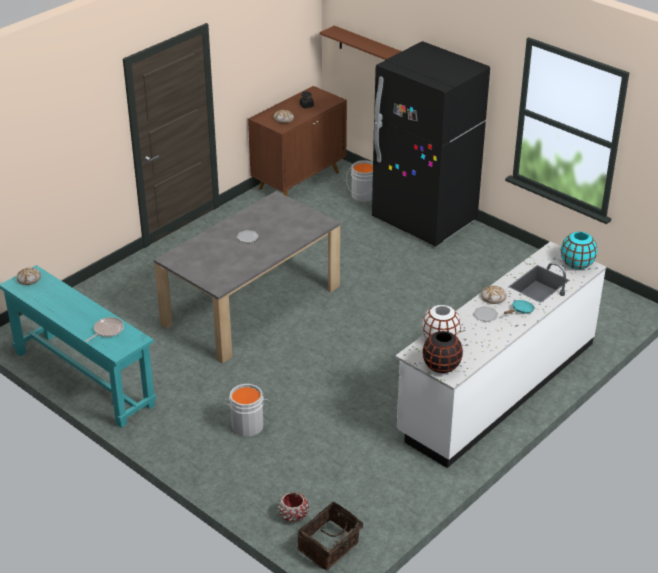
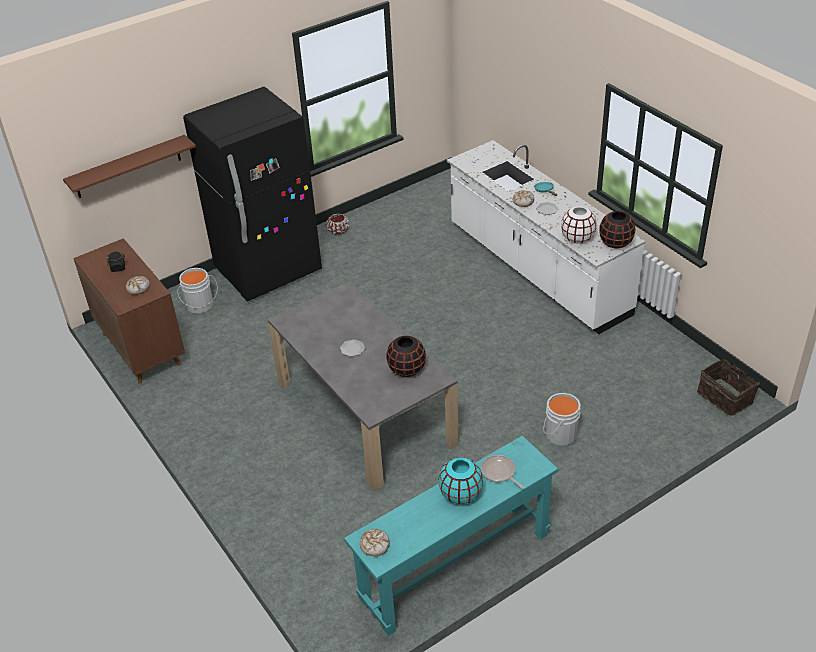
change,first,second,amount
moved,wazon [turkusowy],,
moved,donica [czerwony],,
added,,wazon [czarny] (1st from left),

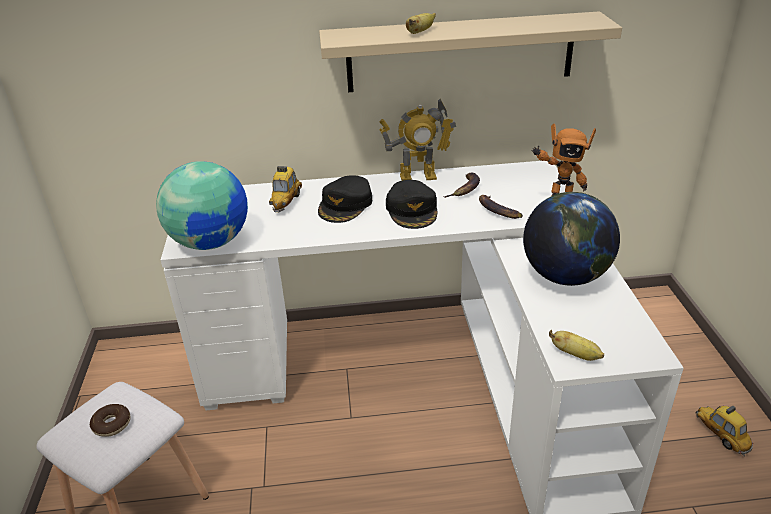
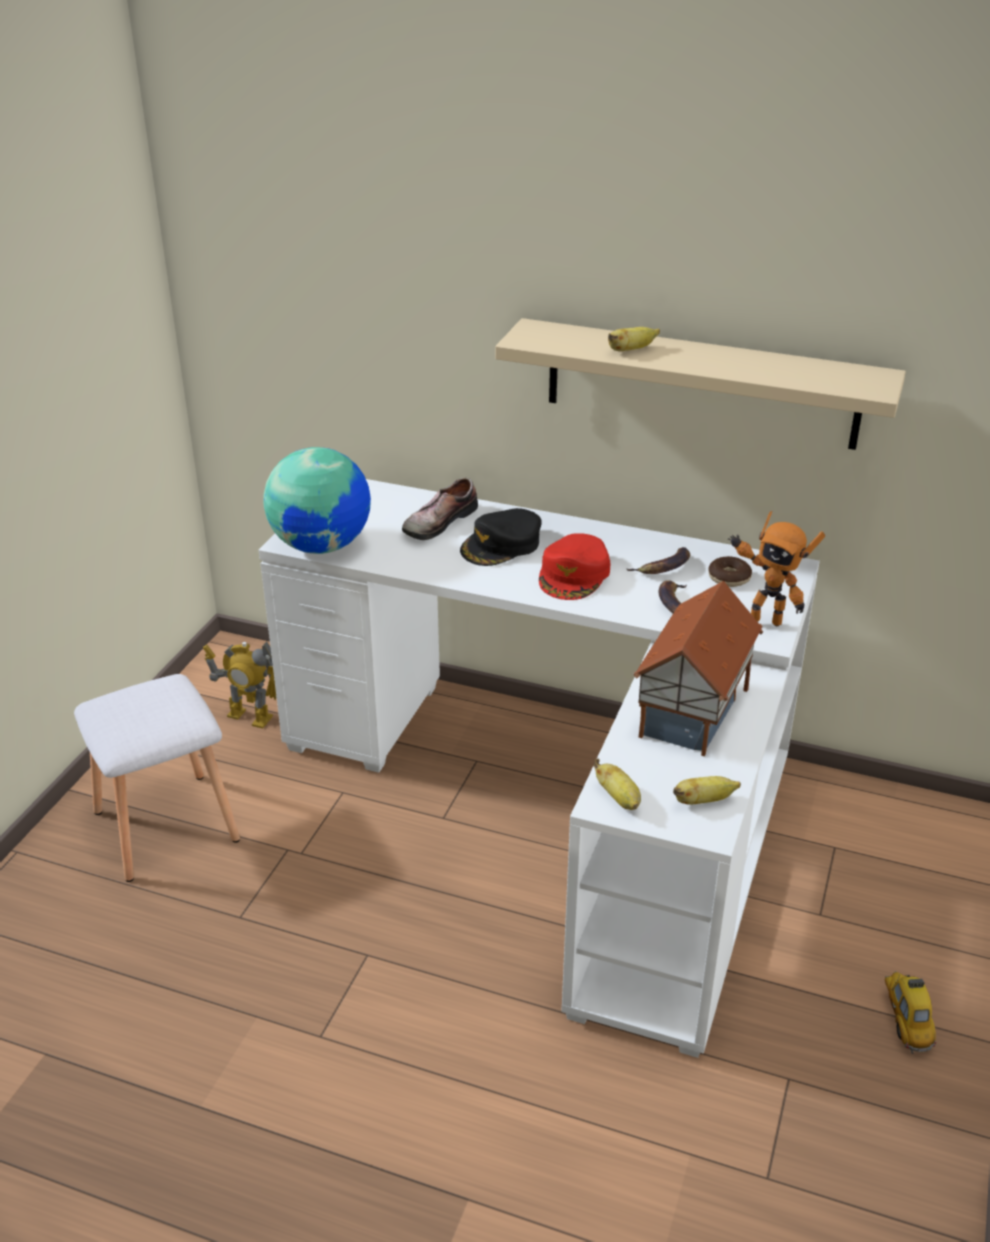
change,first,second,amount
moved,robot zabawkowy (1st from left),,
replaced,samochodzik (1st from left),but,
recoloured,czapka z daszkiem [czarny] (2nd from left),czapka z daszkiem [czerwony],
replaced,globus (2nd from left),domek,
moved,donut,,
added,,banan (5th from left),

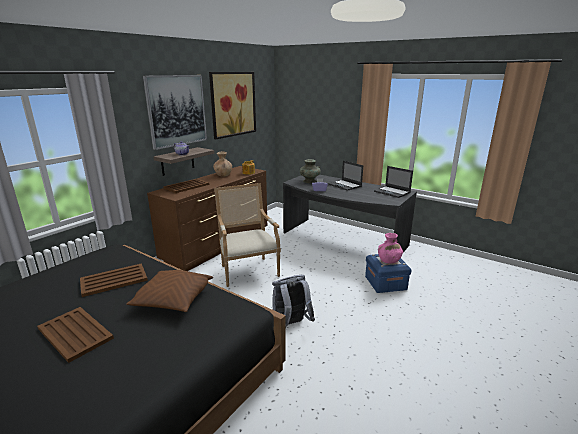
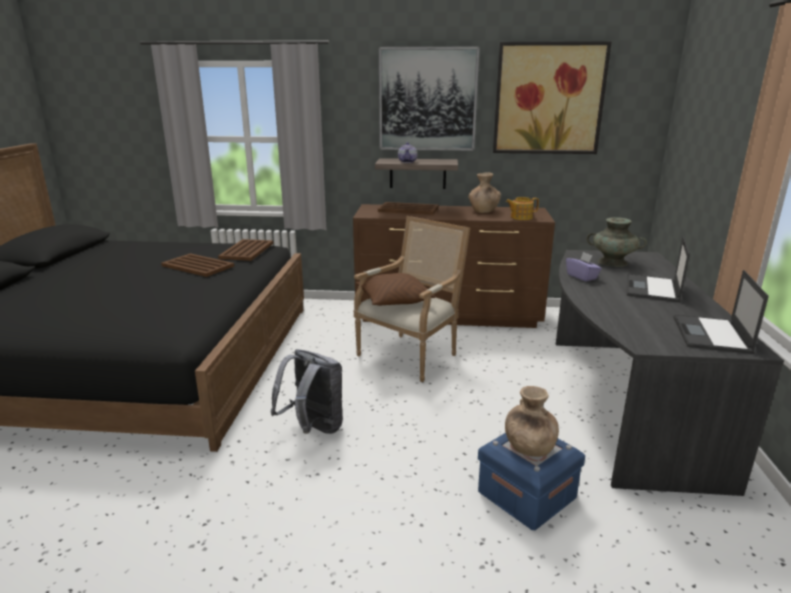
change,first,second,amount
recoloured,wazon [różowy],wazon [brązowy] (2nd from left),
moved,poduszka [brązowy],,
moved,taca [brązowy] (1st from left in the first image),taca [brązowy] (2nd from left),

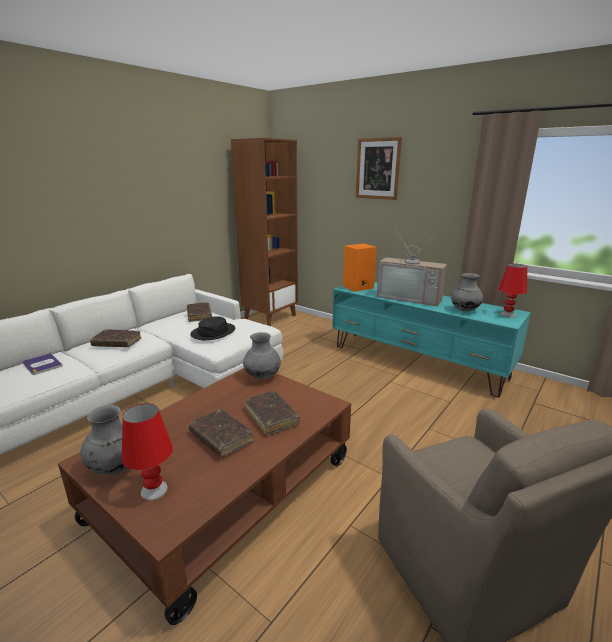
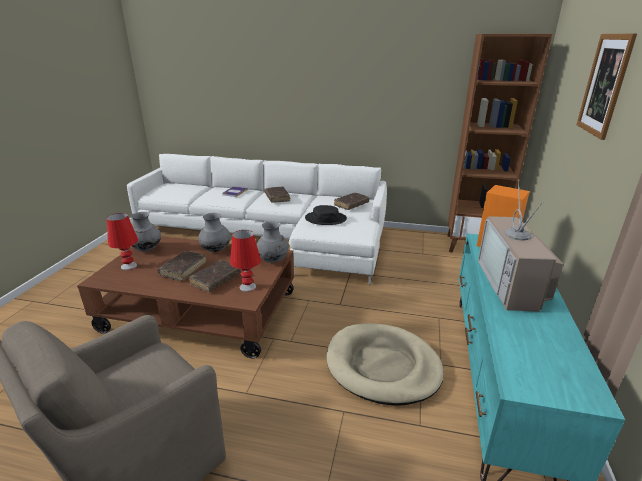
change,first,second,amount
moved,lampa stołowa [czerwony] (2nd from left),,
moved,wazon [szary] (3rd from left in the first image),wazon [szary] (2nd from left),
added,,legowisko [beżowy],

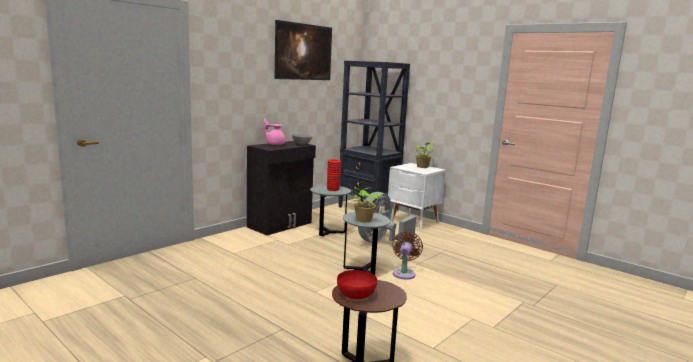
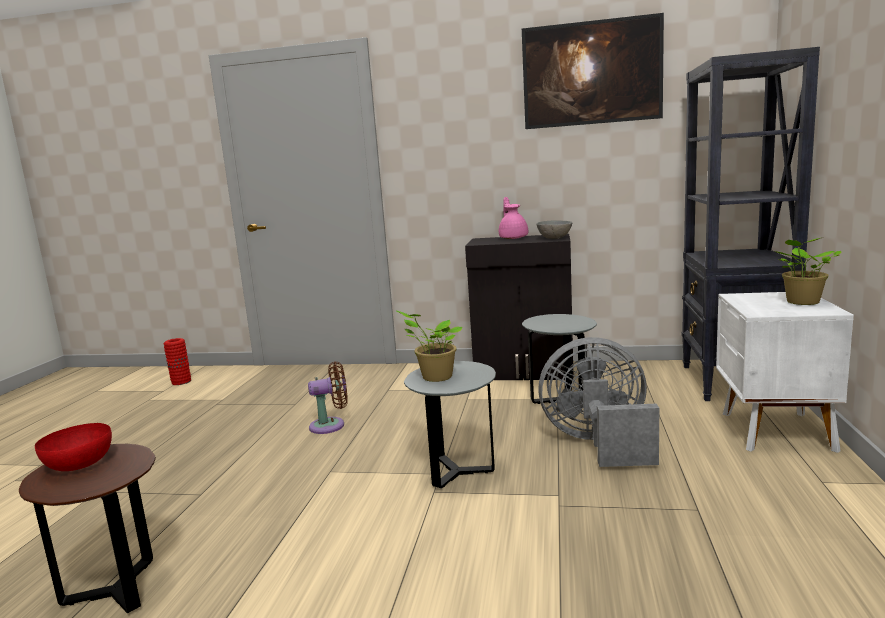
change,first,second,amount
moved,wazon [czerwony],,
moved,wentylator [brązowy],,

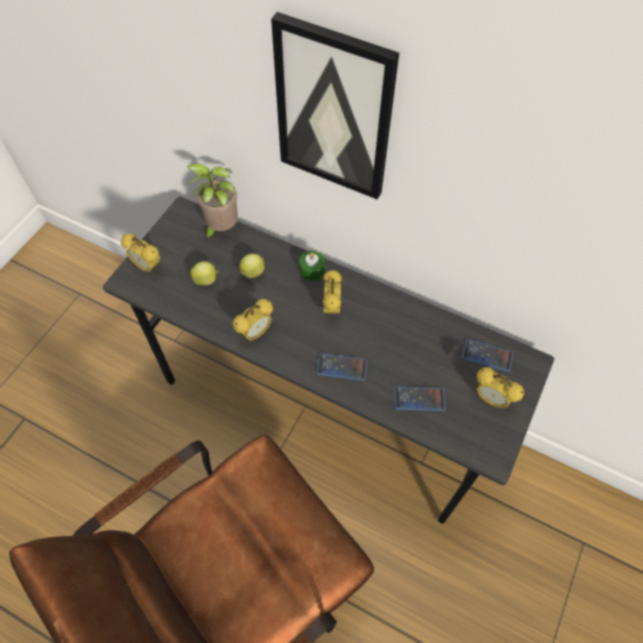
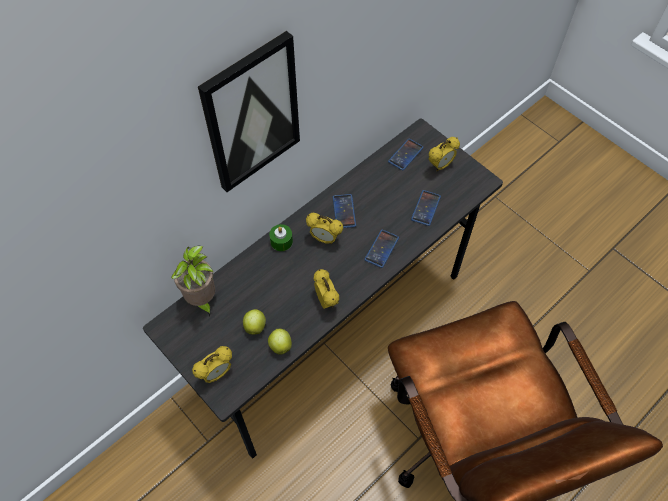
change,first,second,amount
moved,jabłko (2nd from left),,
added,,telefon (1st from left),

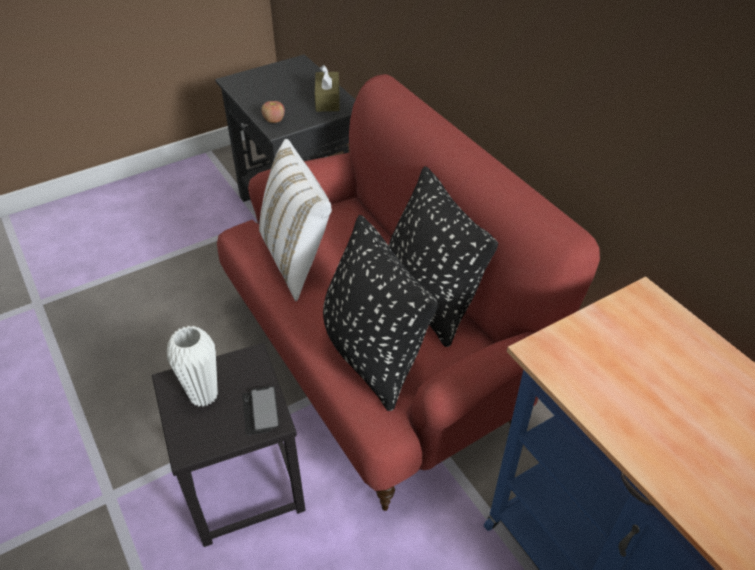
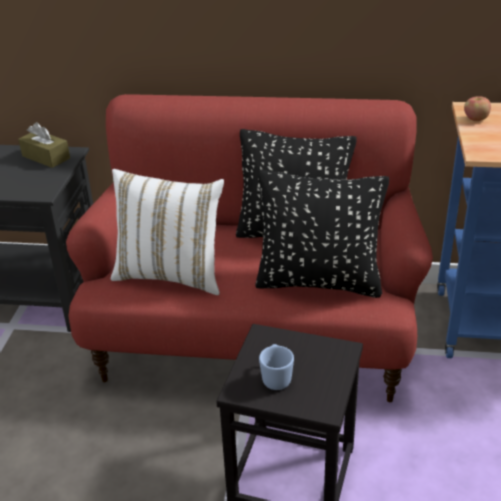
change,first,second,amount
moved,jabłko,,
replaced,wazon [biały],kubek [niebieski],
removed,telefon,,

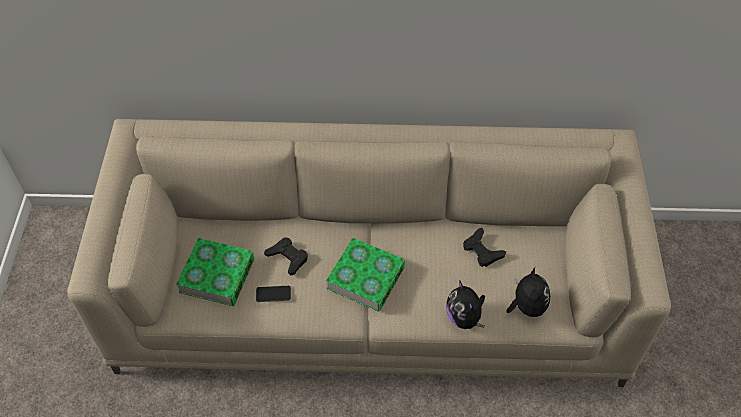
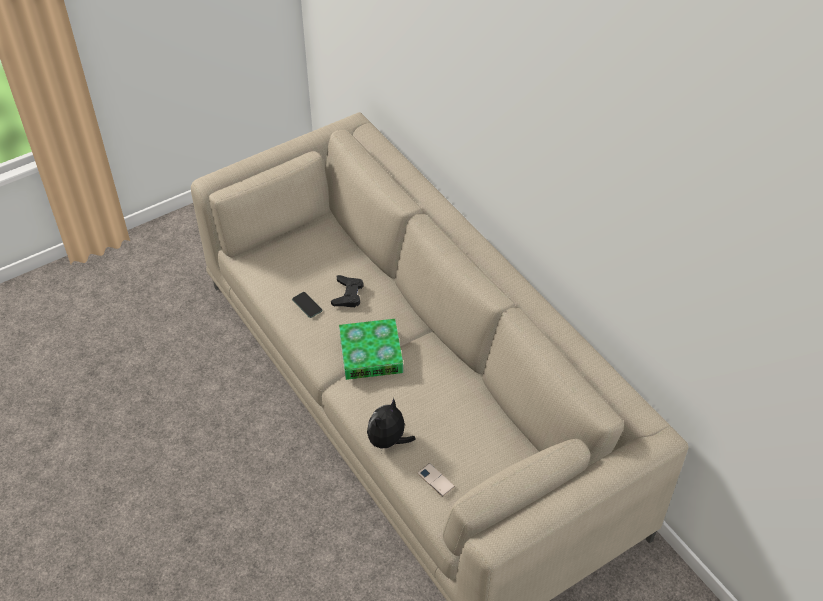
change,first,second,amount
removed,pad do gier [czarny] (2nd from left),,
removed,książka (1st from left),,
replaced,pluszak (2nd from left),telefon (2nd from left),

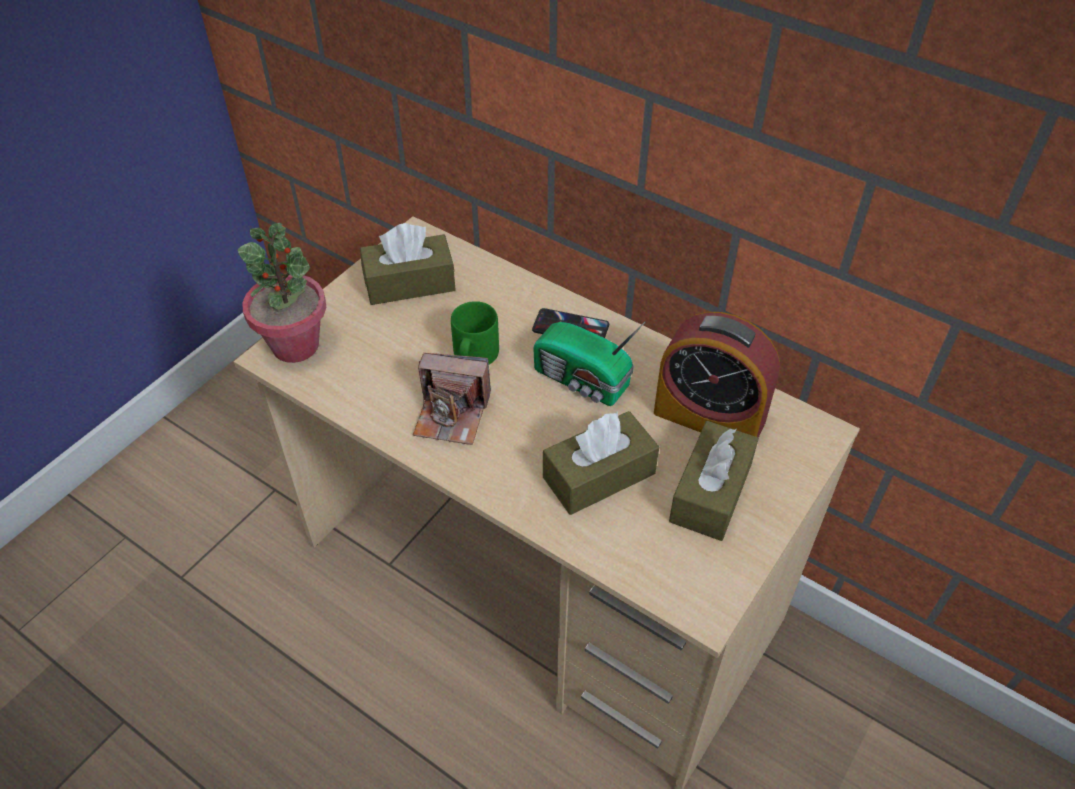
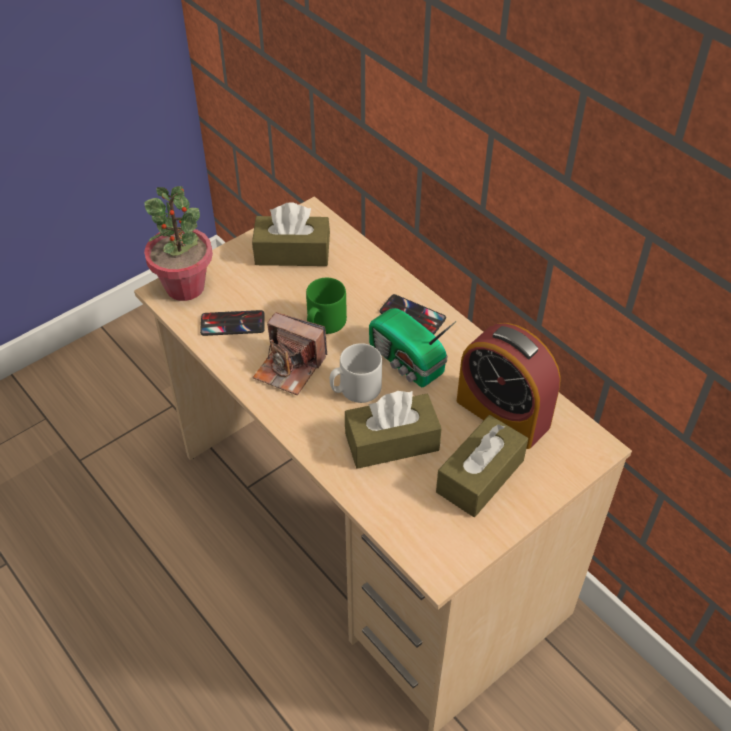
change,first,second,amount
added,,telefon (1st from left),
added,,kubek [szary],

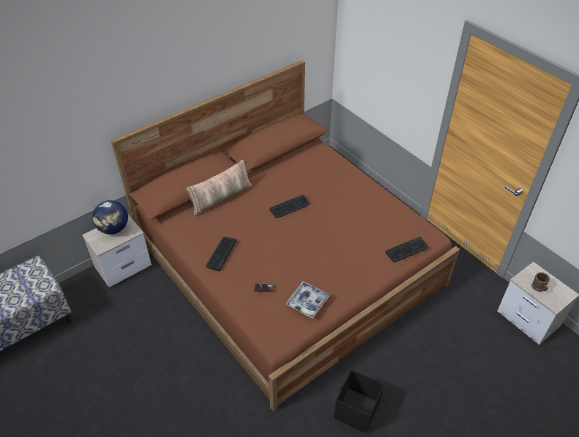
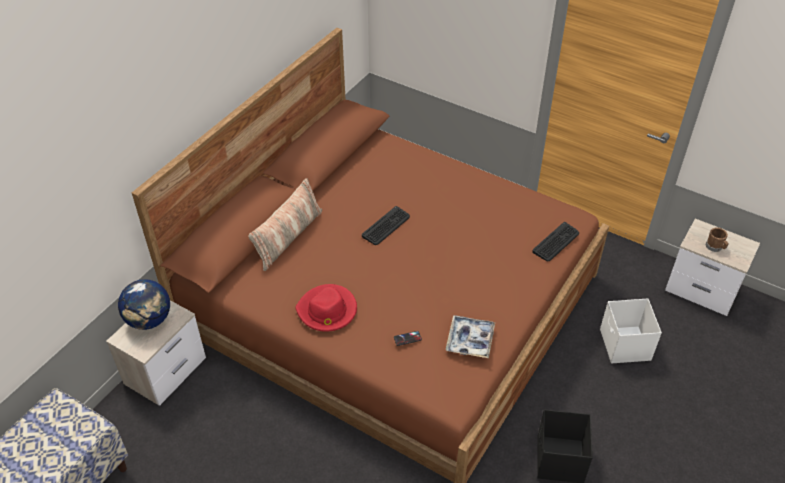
change,first,second,amount
replaced,klawiatura (1st from left),kapelusz [czerwony],
added,,pojemnik do przechowywania [biały],

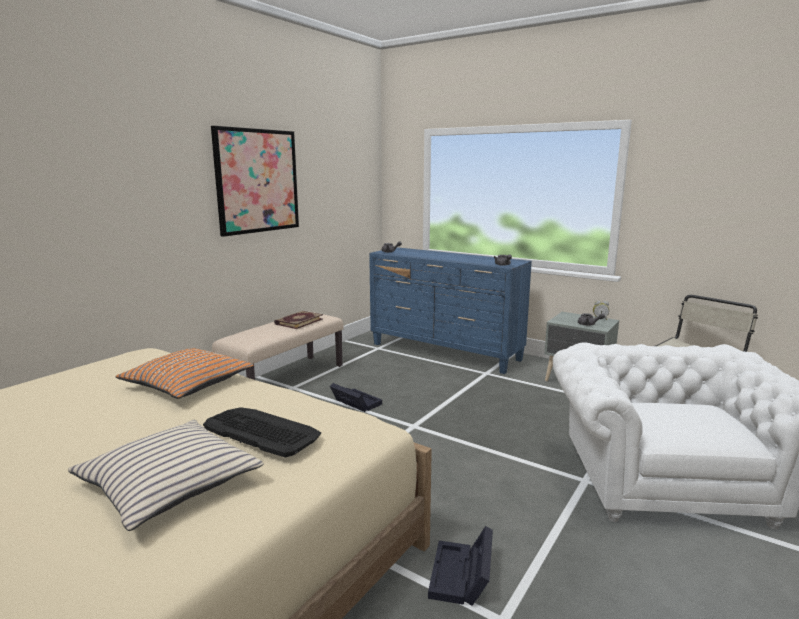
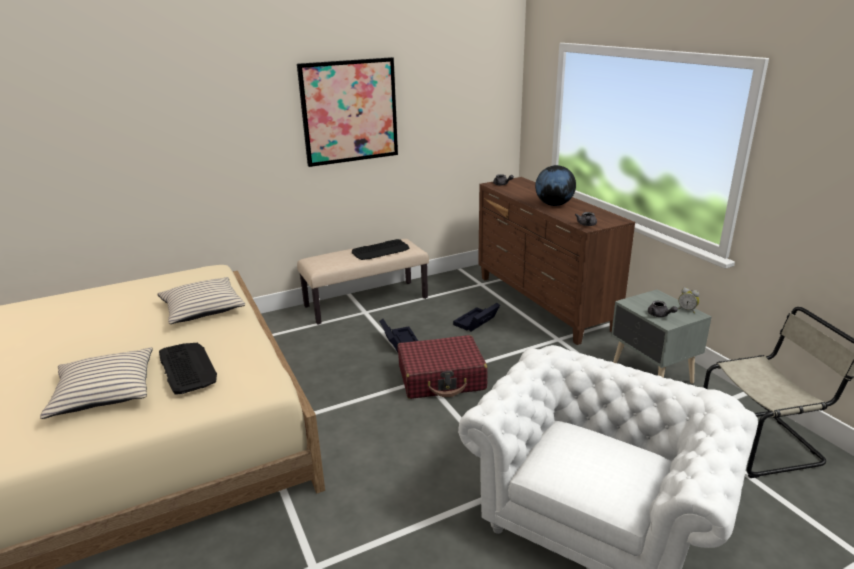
change,first,second,amount
recoloured,komoda [niebieski],komoda [brązowy],
replaced,książka,klawiatura (2nd from left),
recoloured,poduszka [pomarańczowy],poduszka [beżowy] (2nd from left),
moved,pojemnik do przechowywania [czarny] (2nd from left),,
added,,globus,
added,,walizka [czerwony],

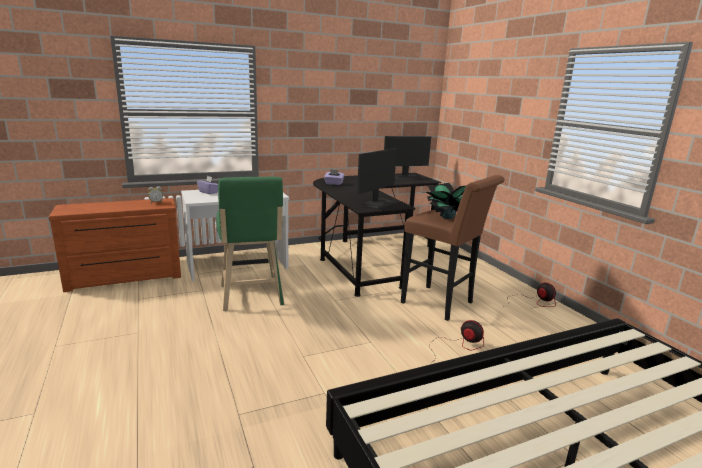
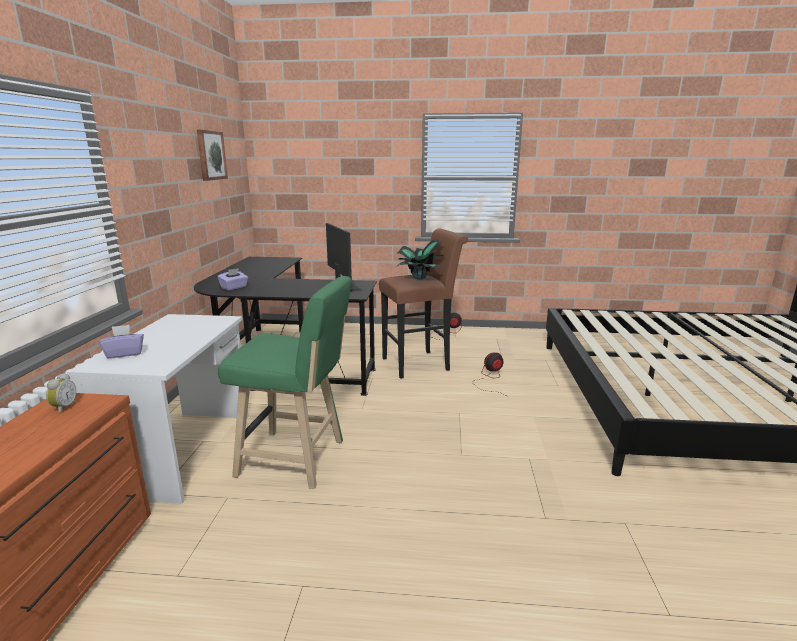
change,first,second,amount
removed,monitor (2nd from left),,
added,,obraz,

